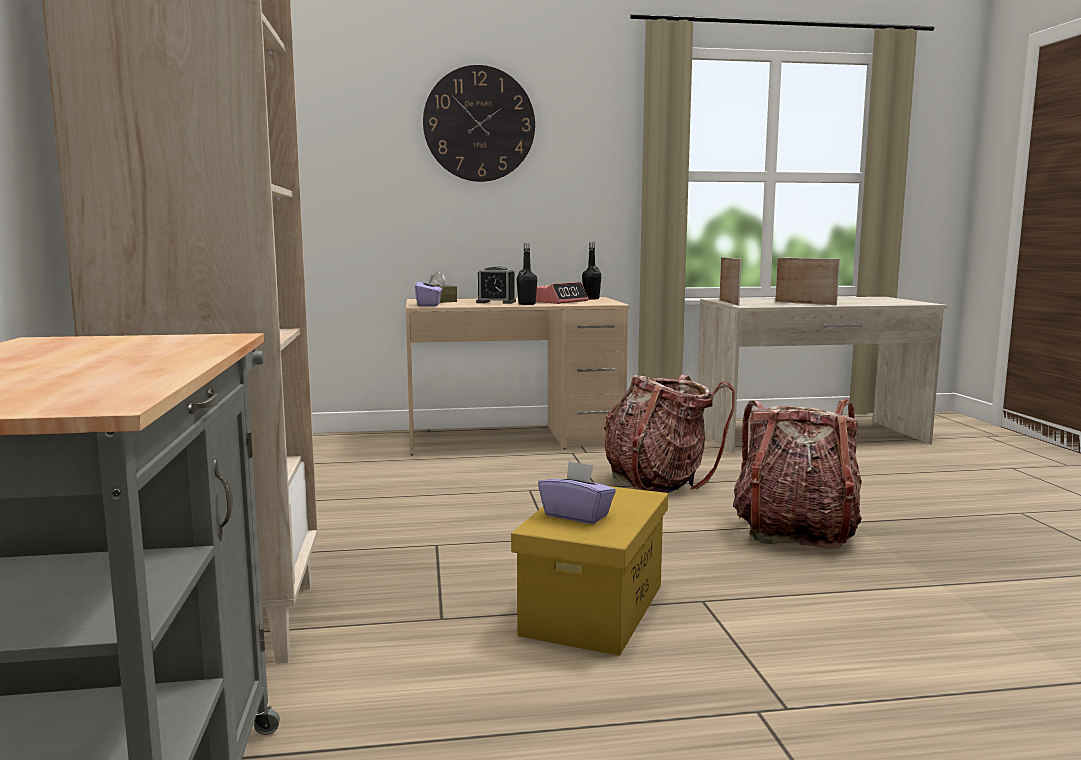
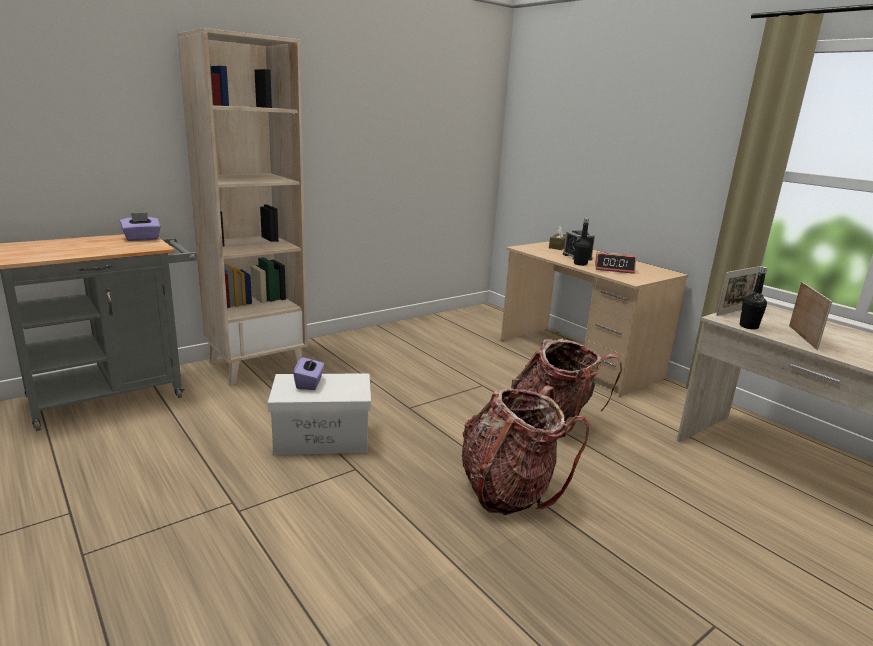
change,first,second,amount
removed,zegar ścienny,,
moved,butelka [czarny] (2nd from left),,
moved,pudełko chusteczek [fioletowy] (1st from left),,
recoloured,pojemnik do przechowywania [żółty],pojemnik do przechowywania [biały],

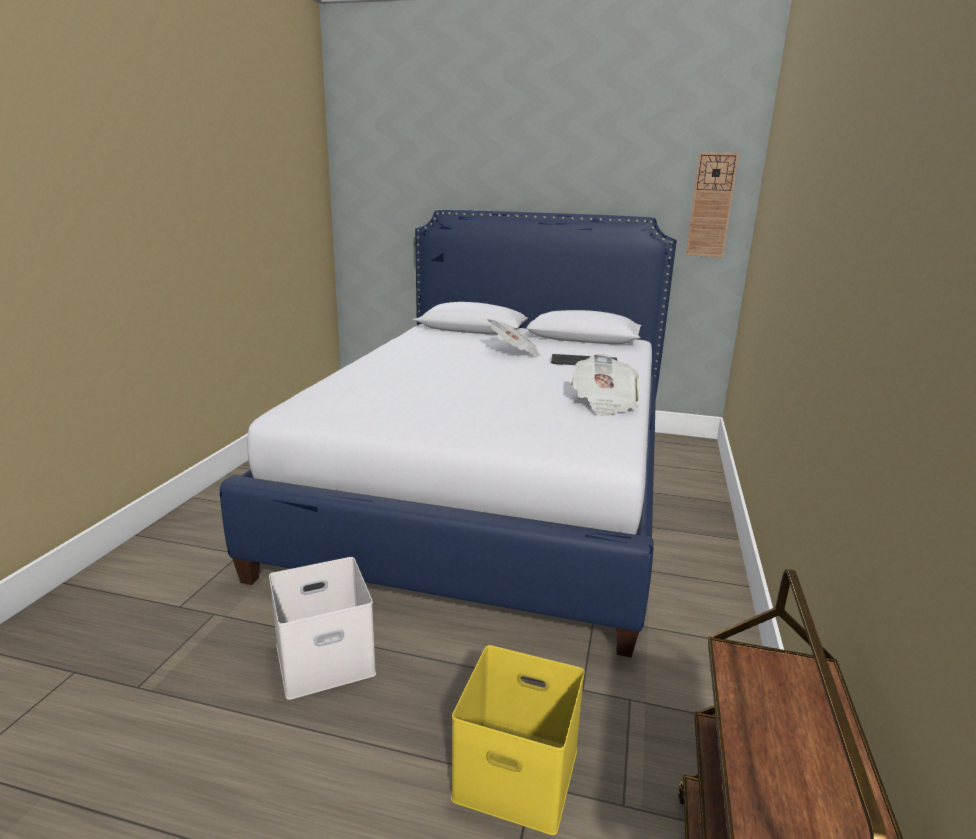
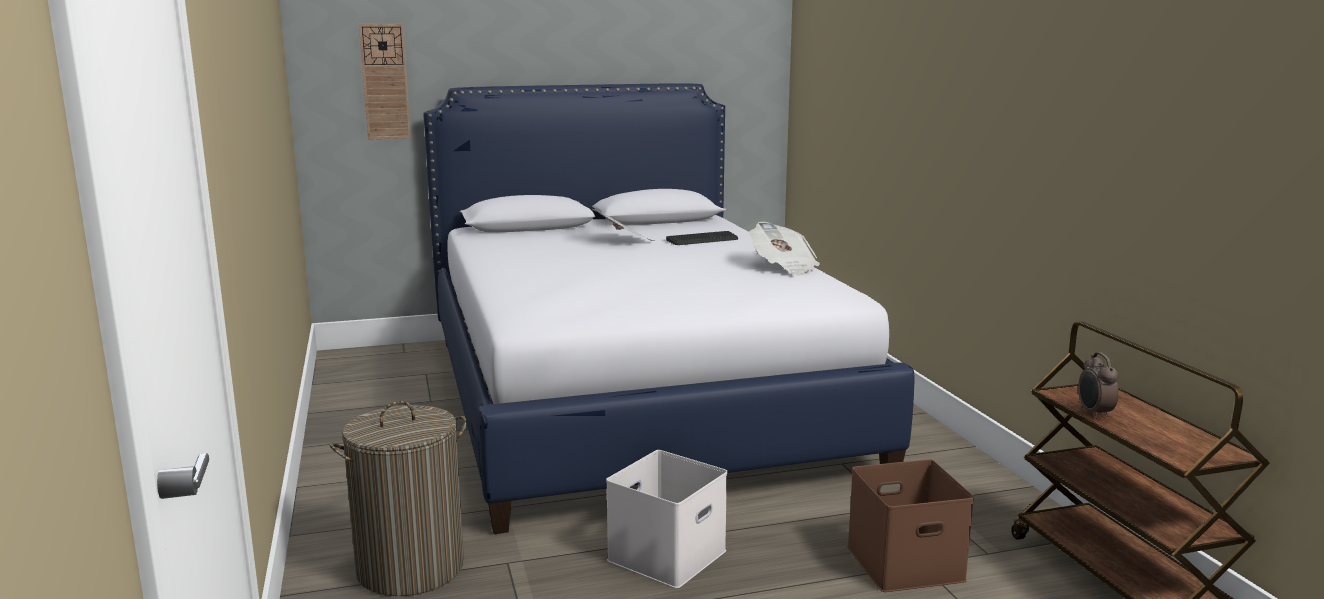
change,first,second,amount
moved,zegar ścienny,,
recoloured,pojemnik do przechowywania [żółty],pojemnik do przechowywania [brązowy],
added,,budzik,
added,,kosz na pranie,

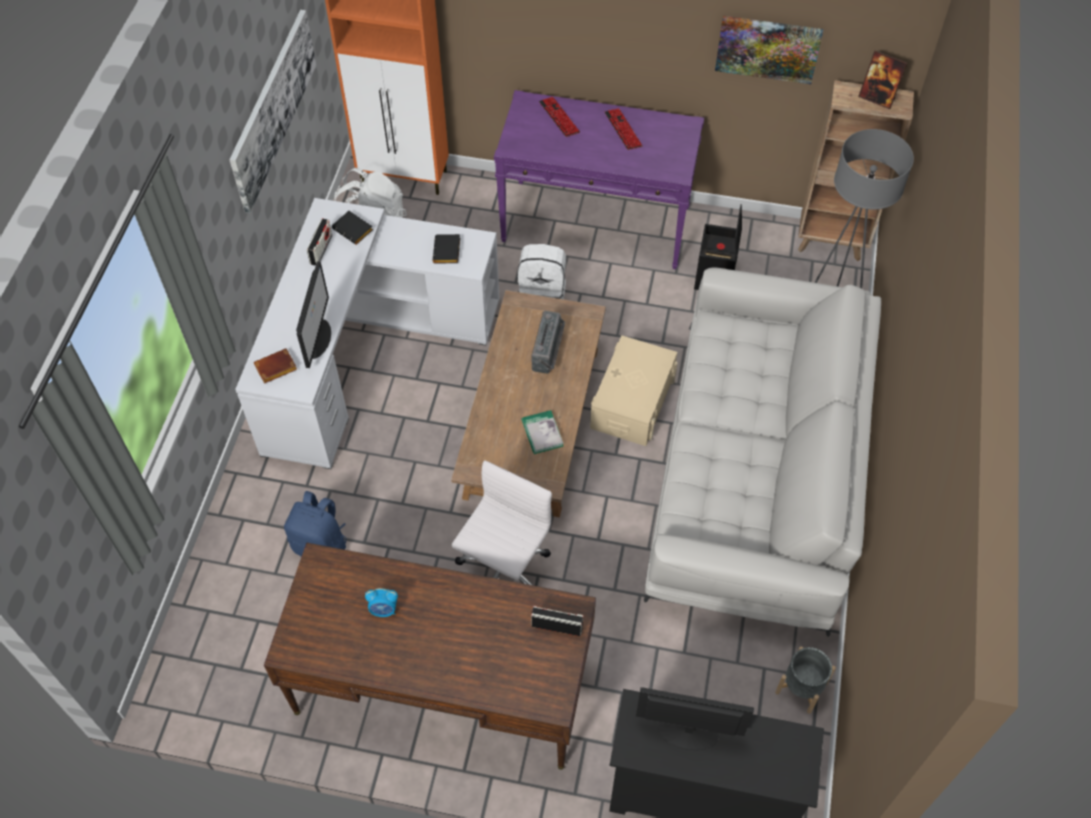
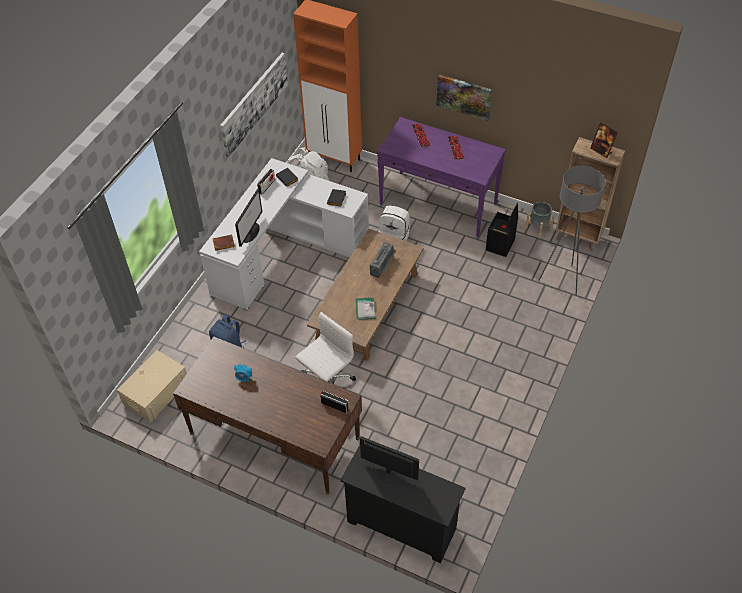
change,first,second,amount
moved,obraz (2nd from left),,
removed,kanapa [biały],,
moved,pojemnik do przechowywania [beżowy],,
moved,donica [szary],,

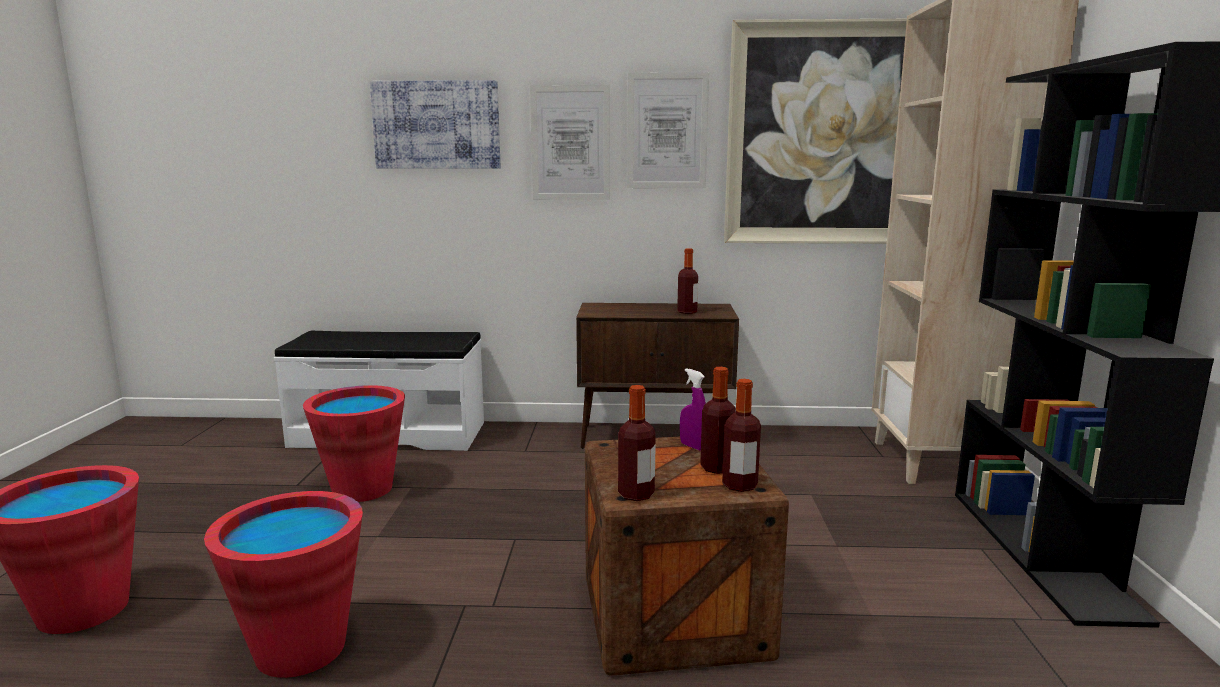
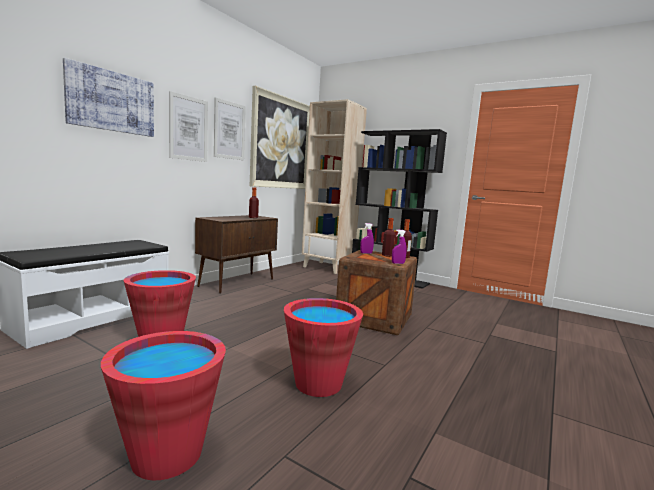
change,first,second,amount
replaced,butelka (1st from left),spryskiwacz [fioletowy] (2nd from left),

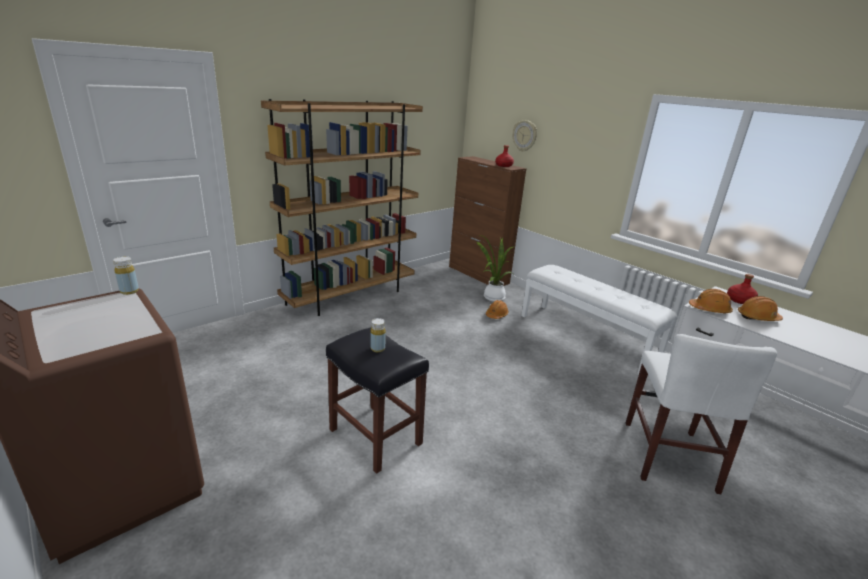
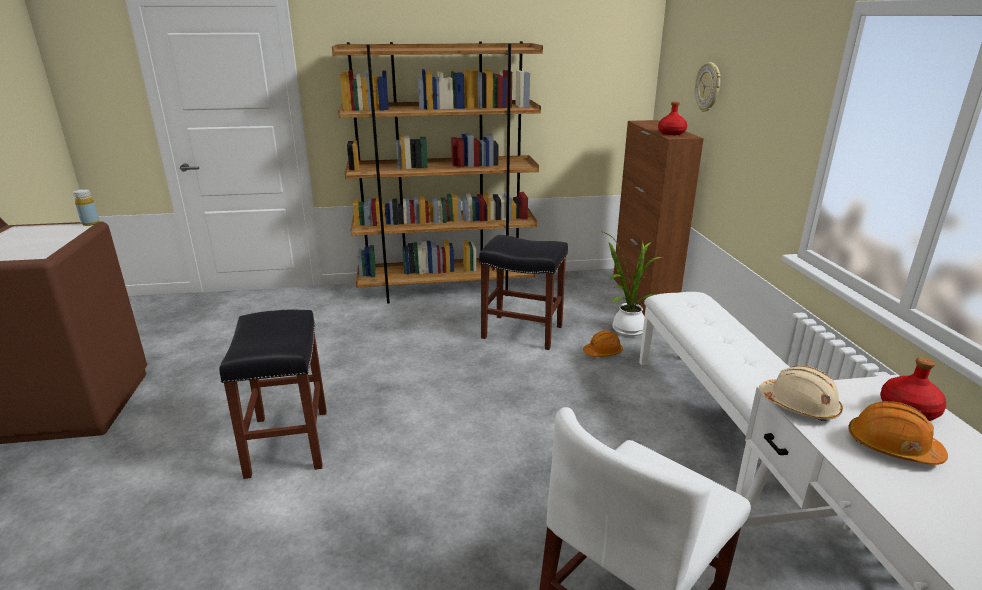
change,first,second,amount
recoloured,kask [pomarańczowy] (2nd from left),kask [beżowy],
removed,butelka [żółty] (2nd from left),,
added,,stołek [czarny] (2nd from left),

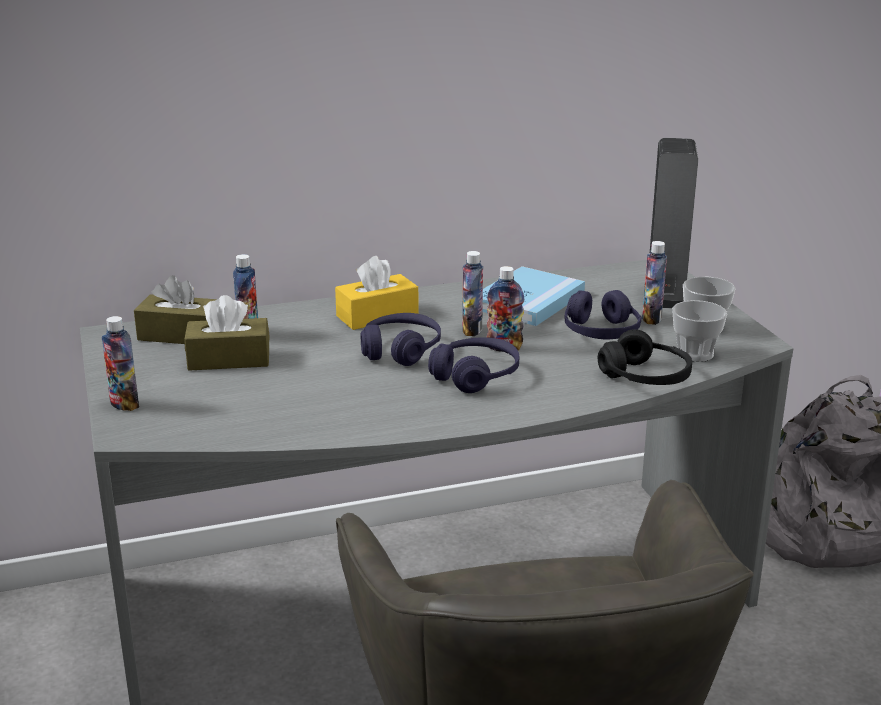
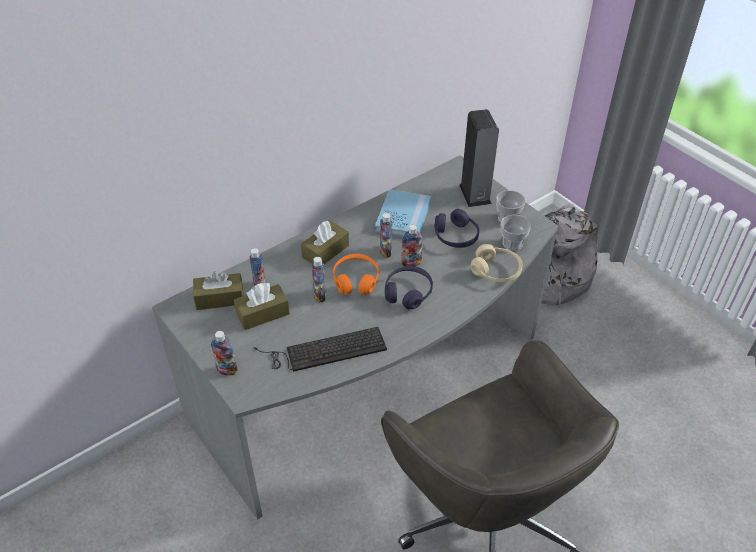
change,first,second,amount
moved,butelka (5th from left in the first image),butelka (3rd from left),
recoloured,pudełko chusteczek [żółty],pudełko chusteczek [brązowy] (3rd from left),
recoloured,słuchawki [fioletowy] (1st from left),słuchawki [pomarańczowy],
recoloured,słuchawki [czarny],słuchawki [beżowy],
added,,klawiatura,

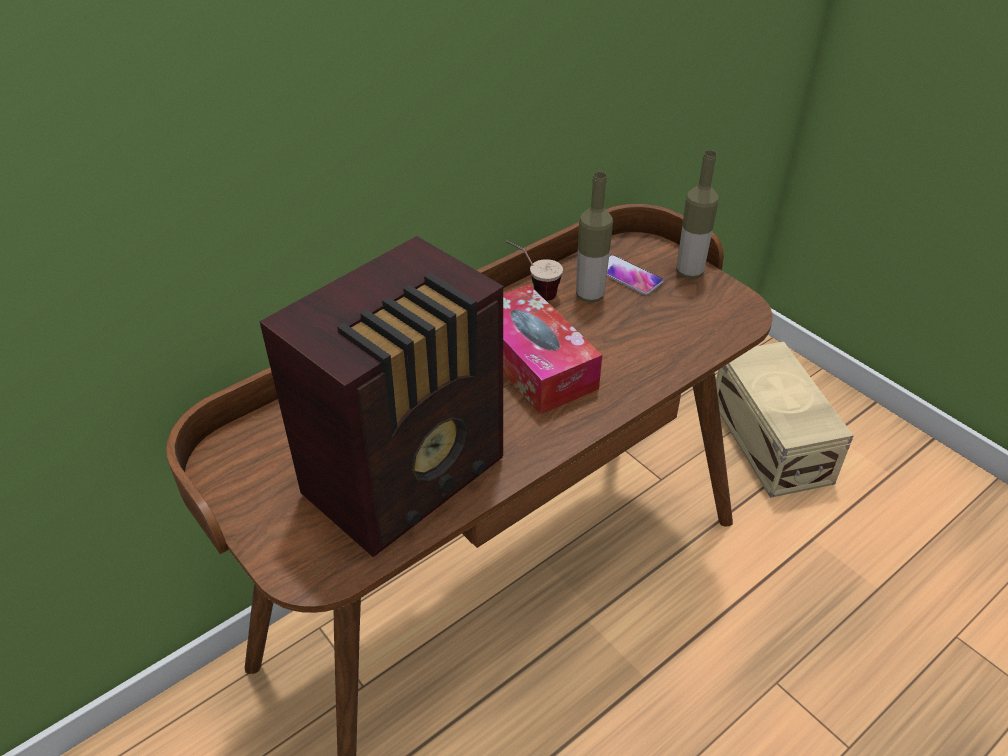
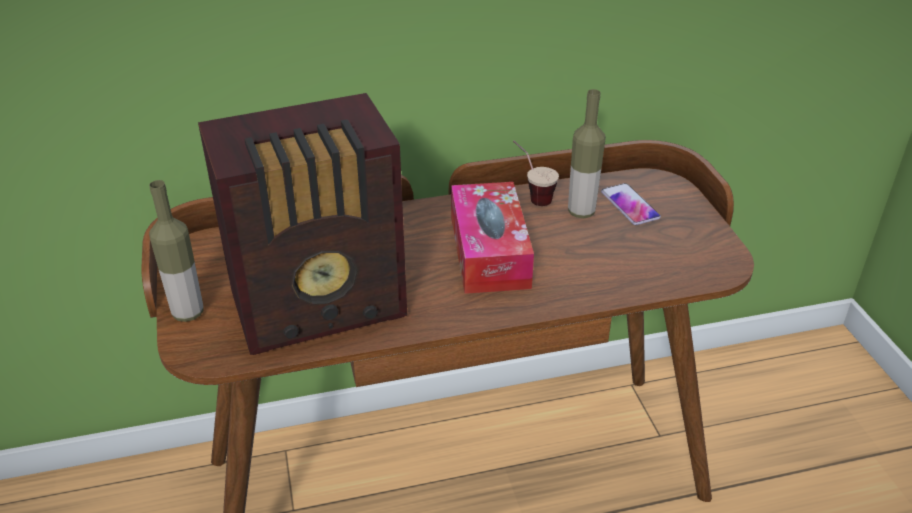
change,first,second,amount
moved,butelka (2nd from left in the first image),butelka (1st from left),
removed,pojemnik do przechowywania [beżowy],,

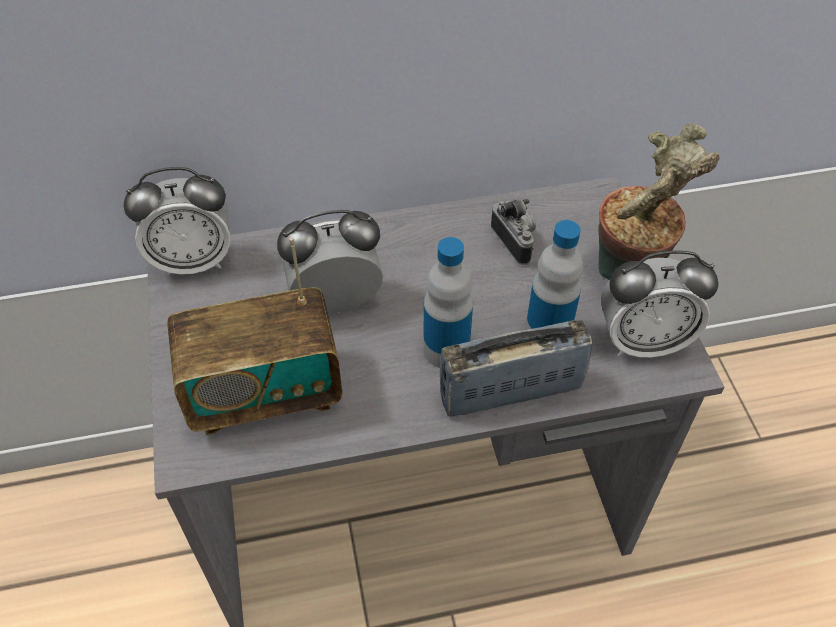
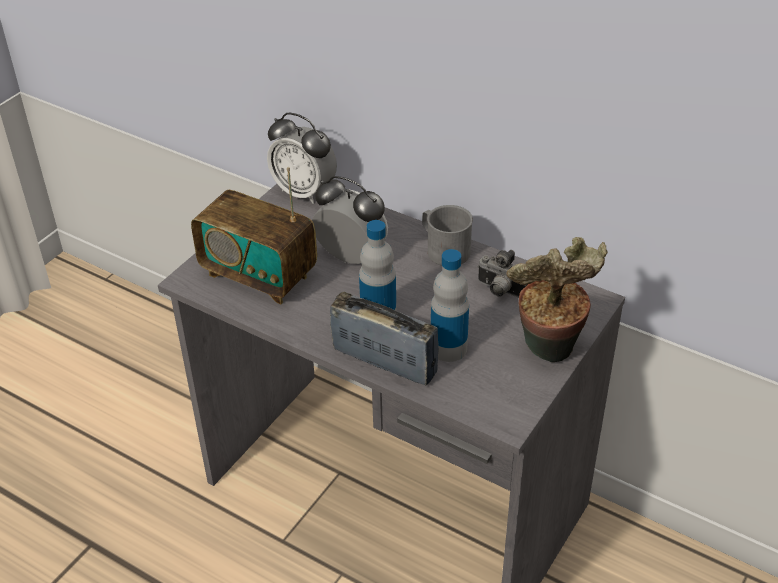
change,first,second,amount
turned,aparat fotograficzny,,105 degrees clockwise
removed,budzik (3rd from left),,
added,,kubek [szary],

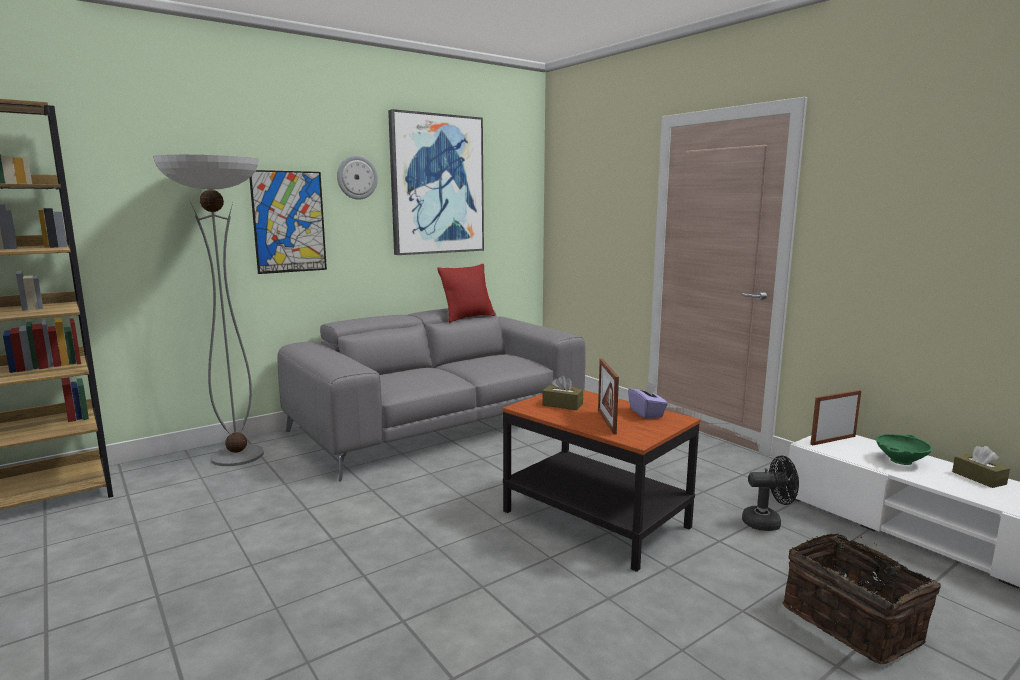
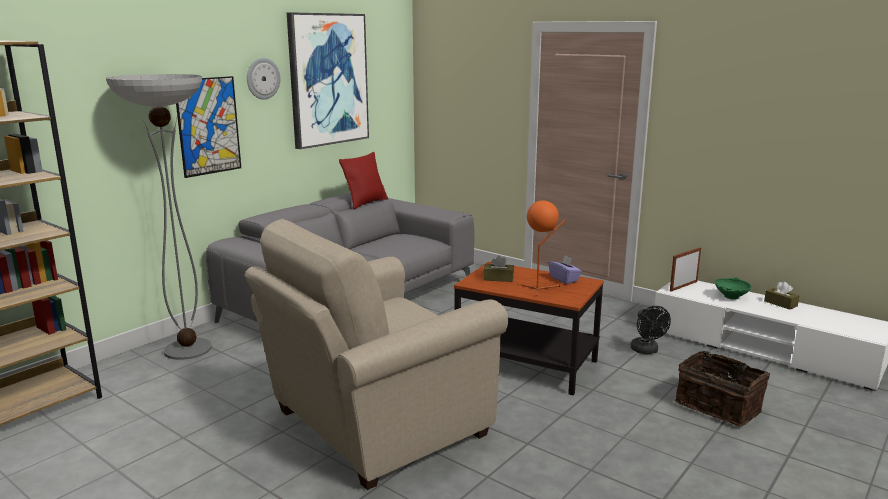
change,first,second,amount
replaced,ramka na zdjęcie (1st from left),lampa stołowa [pomarańczowy],
turned,wentylator [czarny],,90 degrees clockwise
added,,fotel [beżowy],

